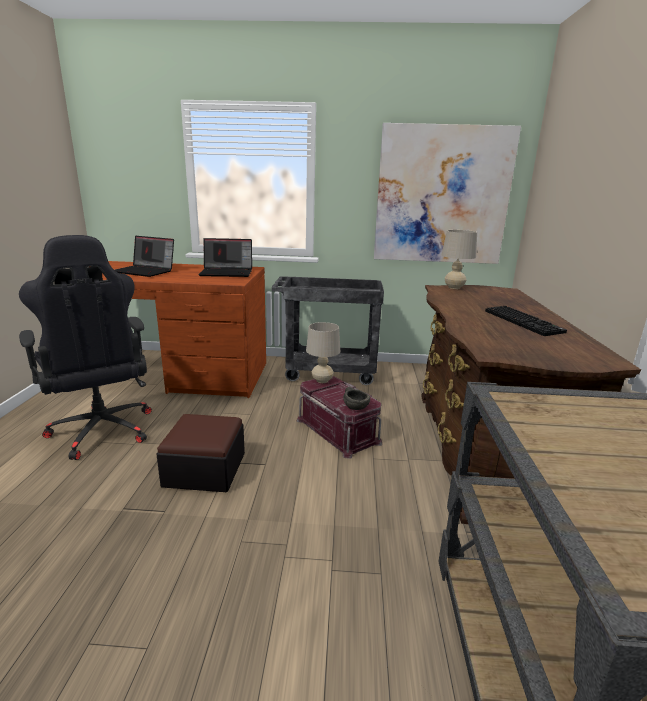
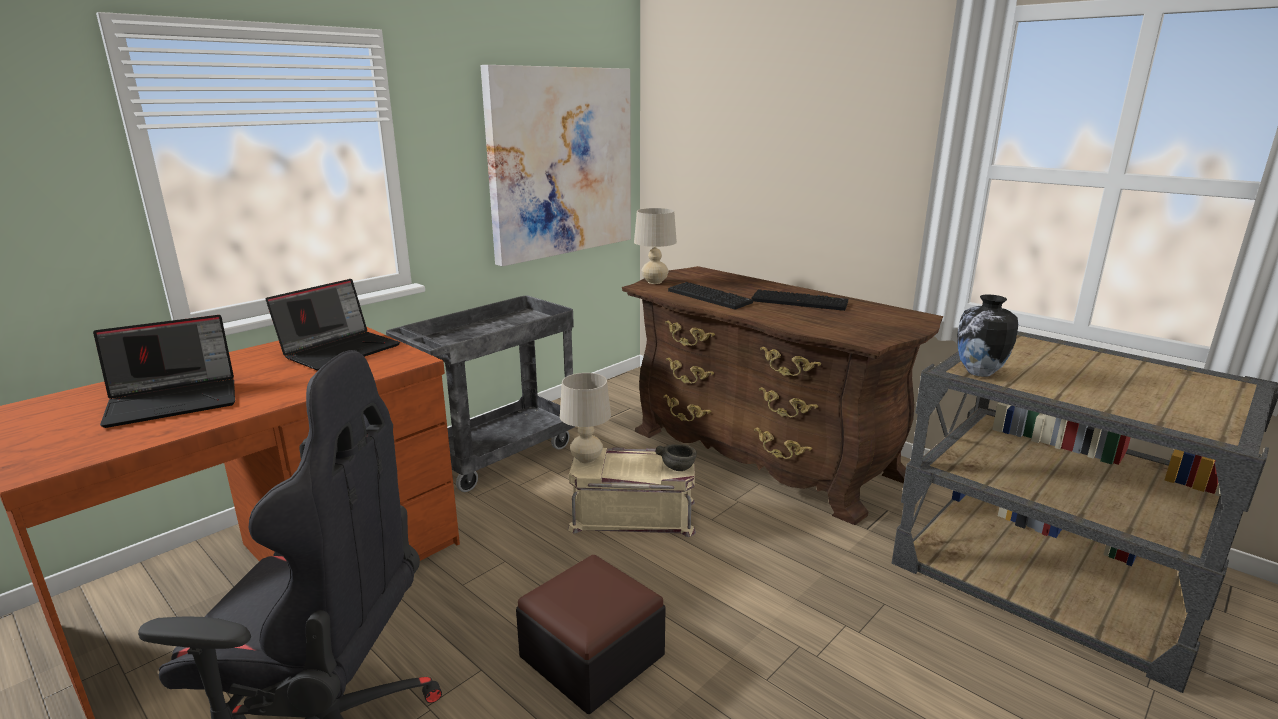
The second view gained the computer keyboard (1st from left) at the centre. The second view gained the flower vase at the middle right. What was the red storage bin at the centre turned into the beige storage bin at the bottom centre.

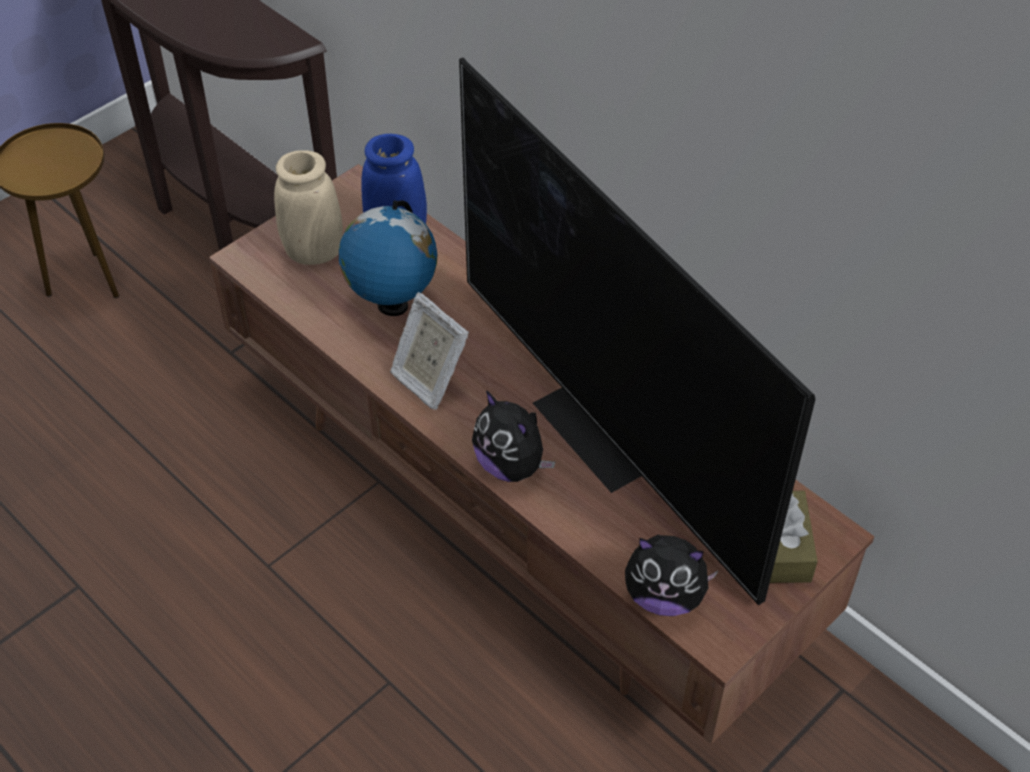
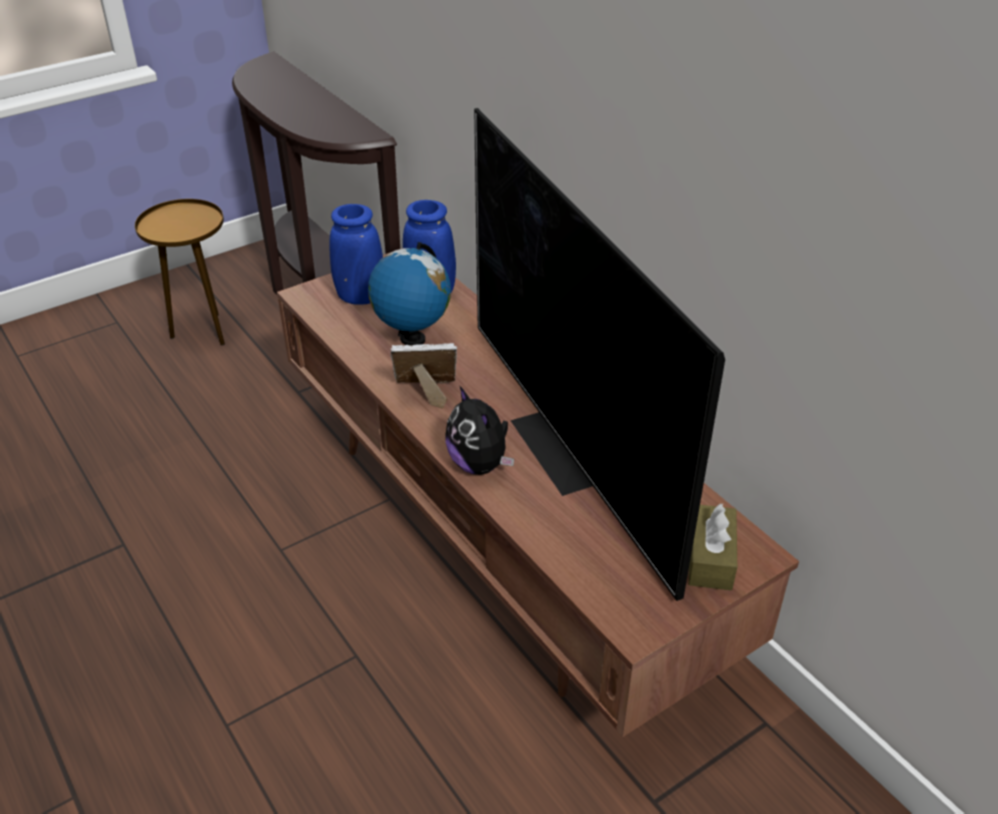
The second view lost the cuddly toy (2nd from left) at the bottom centre. What was the beige flower vase at the top left turned into the bluish flower vase (1st from left) at the top centre. The photo frame at the centre ended up facing another way, 120 degrees clockwise from before.

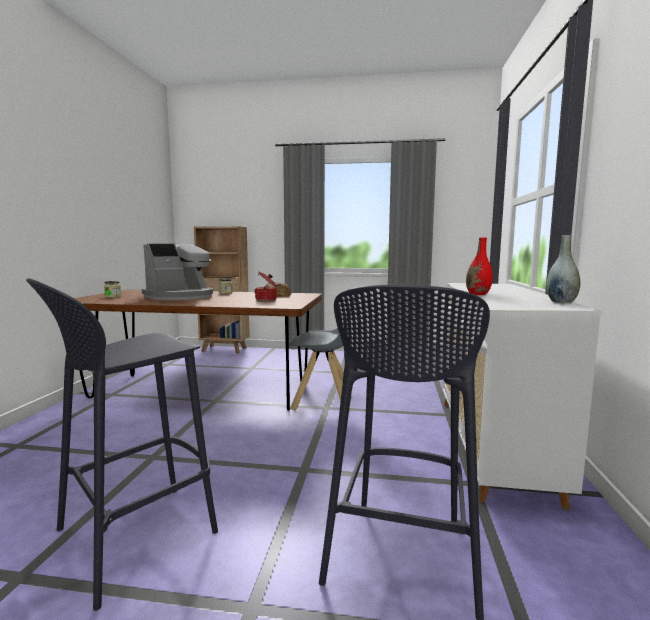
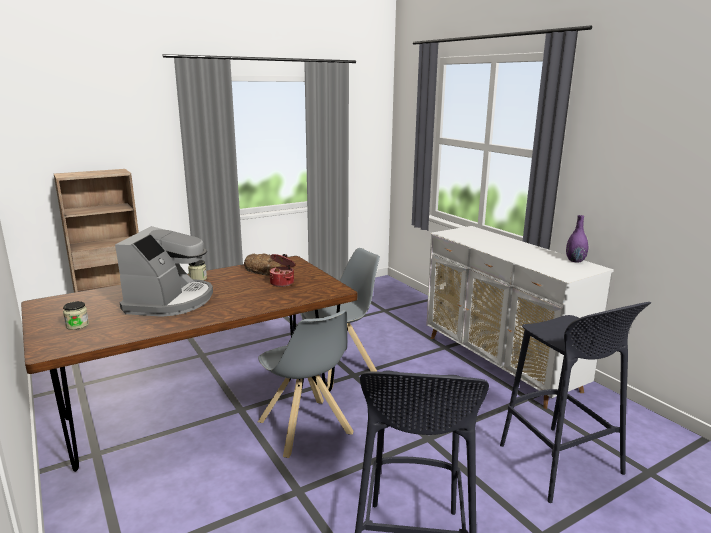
The second view lost the red flower vase at the middle right. The second view gained the greyish plain chair (1st from left) at the bottom centre. What was the greyish flower vase at the middle right turned into the purplish flower vase at the middle right.

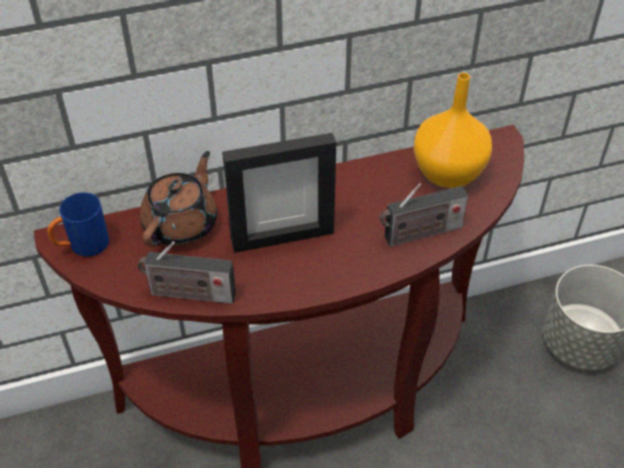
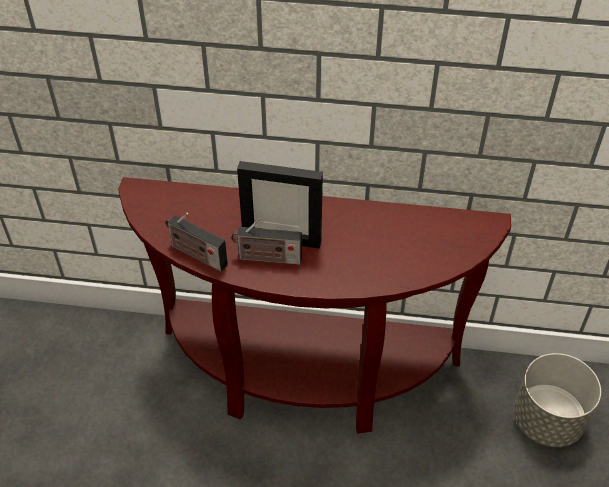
The second view lost the bluish mug at the middle left. The second view lost the brownish tea pot at the middle left. The second view lost the orangey flower vase at the top right. The radio (2nd from left) ended up elsewhere, having gone from the middle right to the centre.

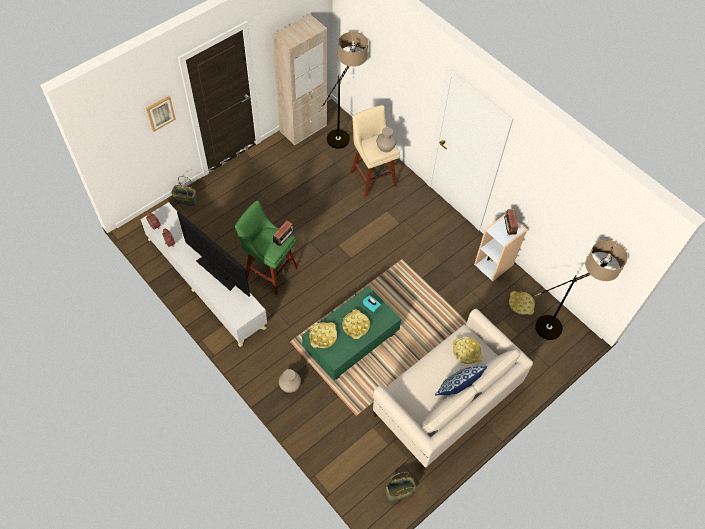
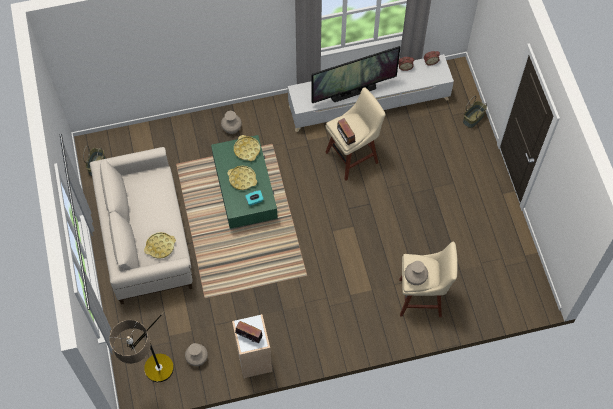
The second view lost the wall art at the top left. The second view lost the beige cupboard at the top centre. The second view lost the floor lamp (1st from left) at the top centre. The second view lost the cushion at the bottom centre. Where the yellow-coloured serving tray (4th from left) stood at the middle right, the beige flower vase (1st from left) came to stand at the bottom left. What was the green stool at the centre turned into the beige stool (1st from left) at the top centre.

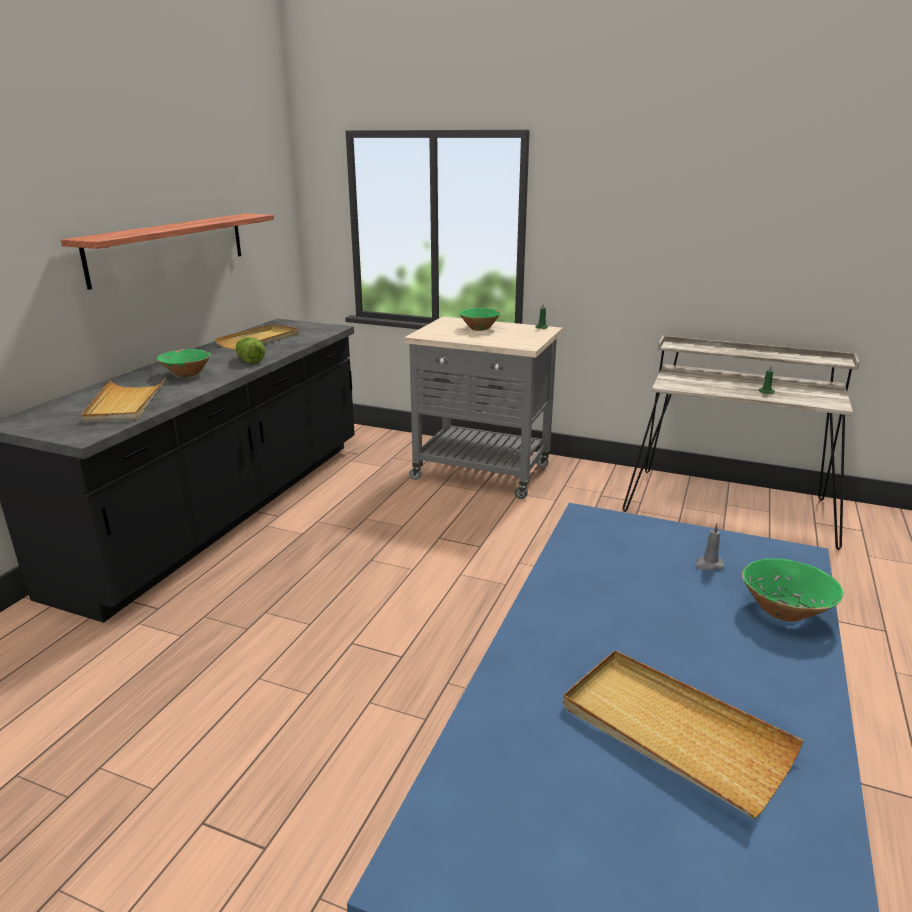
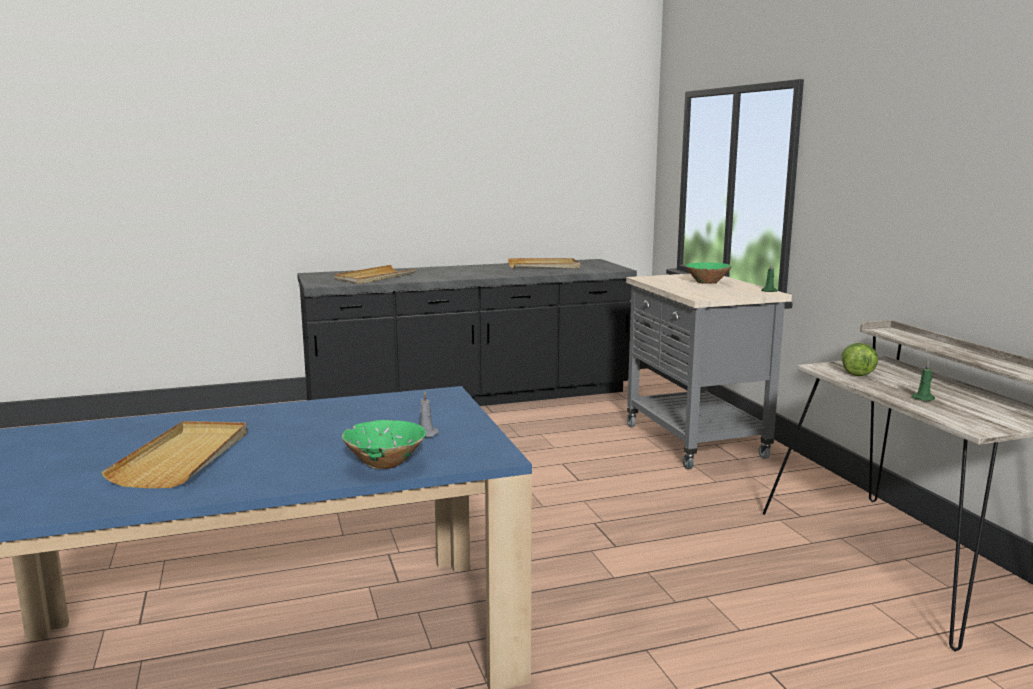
The second view lost the wall shelf at the top left. The second view lost the green bowl (1st from left) at the middle left. The lettuce ended up elsewhere, having gone from the middle left to the middle right.

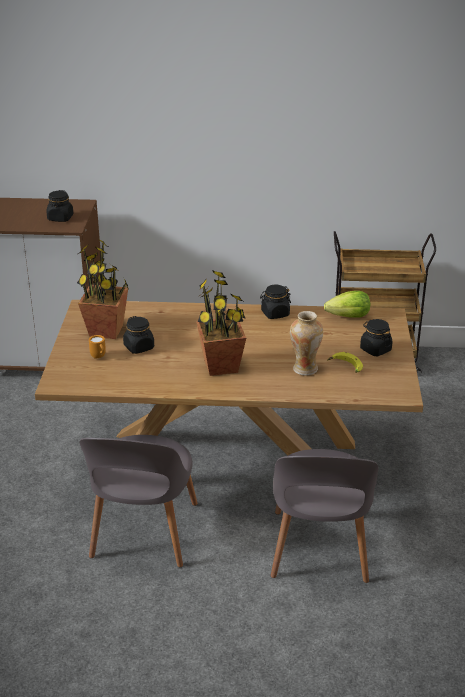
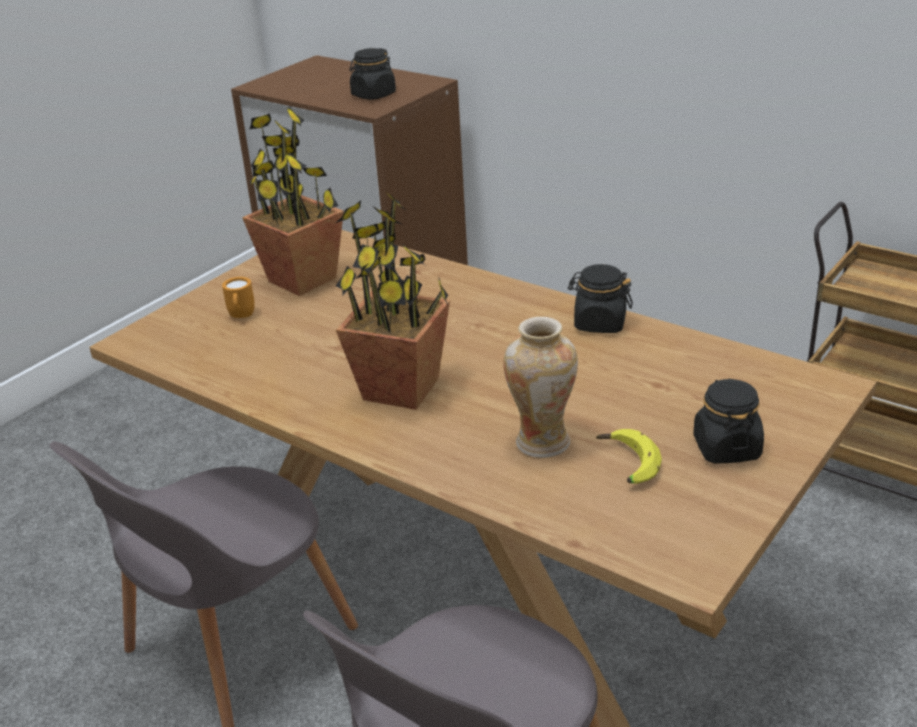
The second view lost the black-coloured storage jar (2nd from left) at the middle left. The second view lost the lettuce at the middle right.

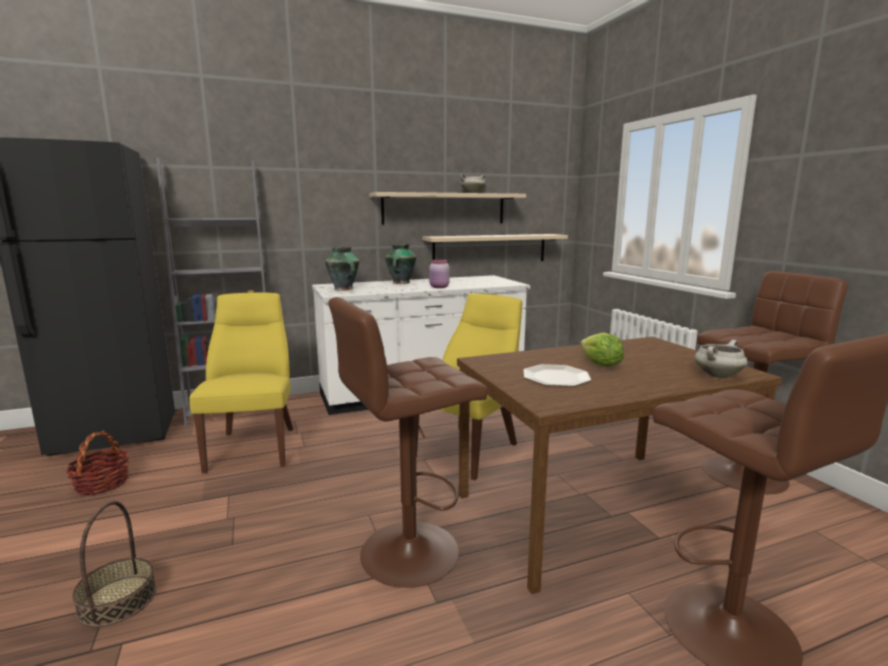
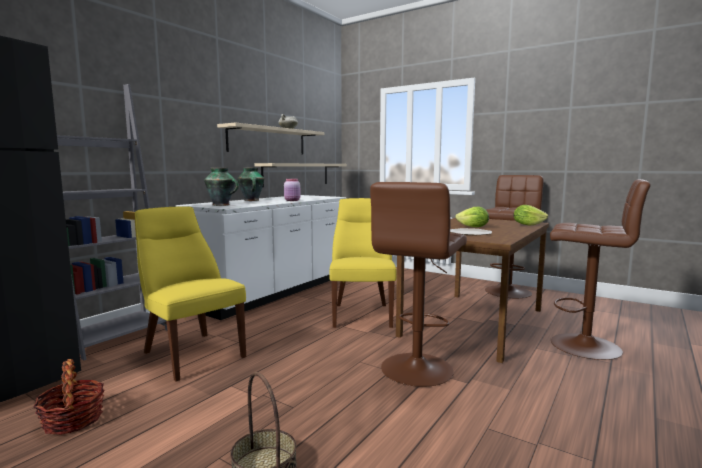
Where the white-coloured saucepot (2nd from left) stood at the middle right, the lettuce (2nd from left) came to stand at the middle right.

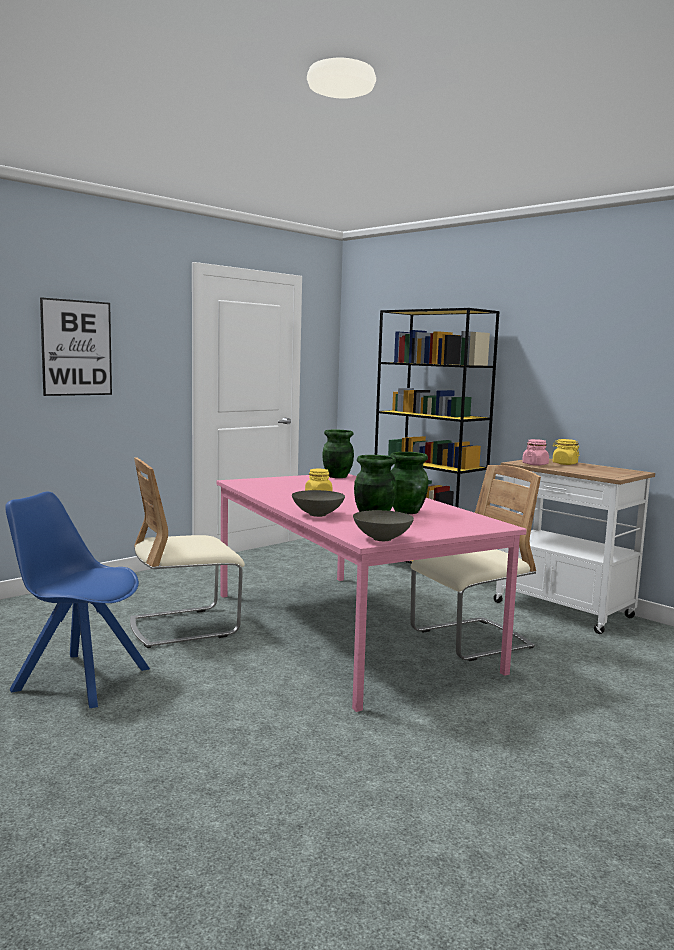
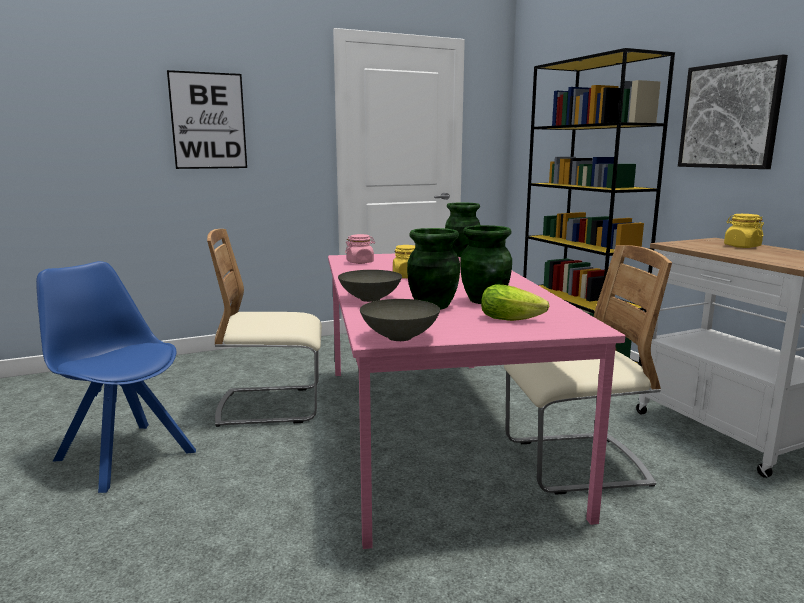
The second view gained the lettuce at the centre. The second view gained the wall art (2nd from left) at the top right. The pinkish storage jar ended up elsewhere, having gone from the middle right to the centre.

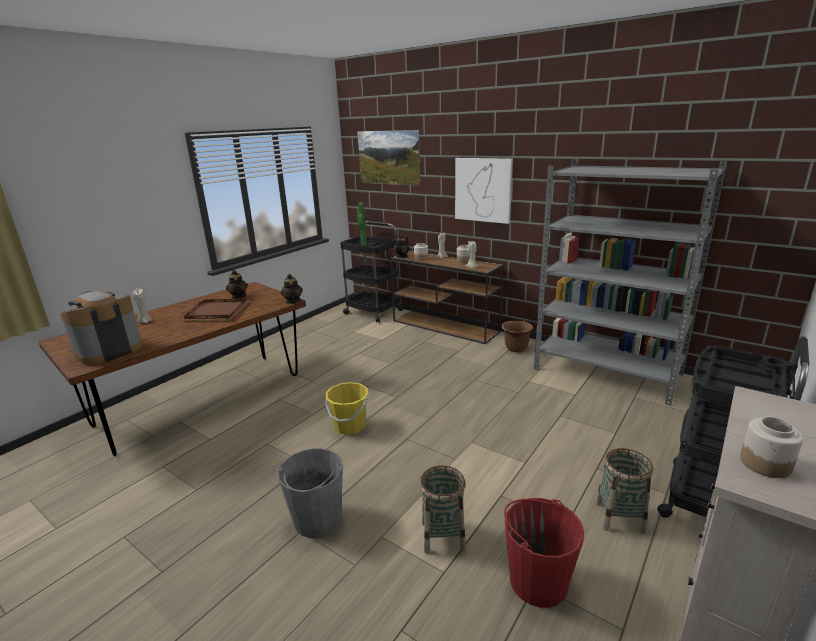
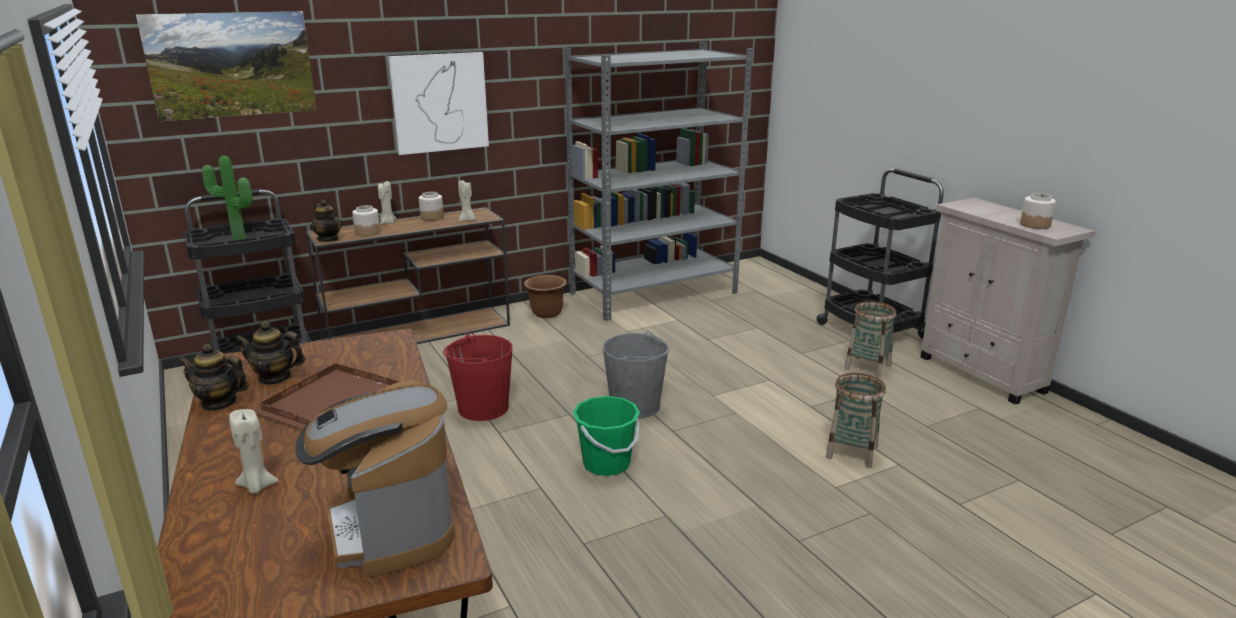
The greyish pail ended up elsewhere, having gone from the bottom centre to the centre. The tea pot (2nd from left in the first image) ended up elsewhere, having gone from the centre to the middle left. The red pail ended up elsewhere, having gone from the bottom right to the centre. What was the yellow-coloured pail at the centre turned into the green pail at the bottom centre.

